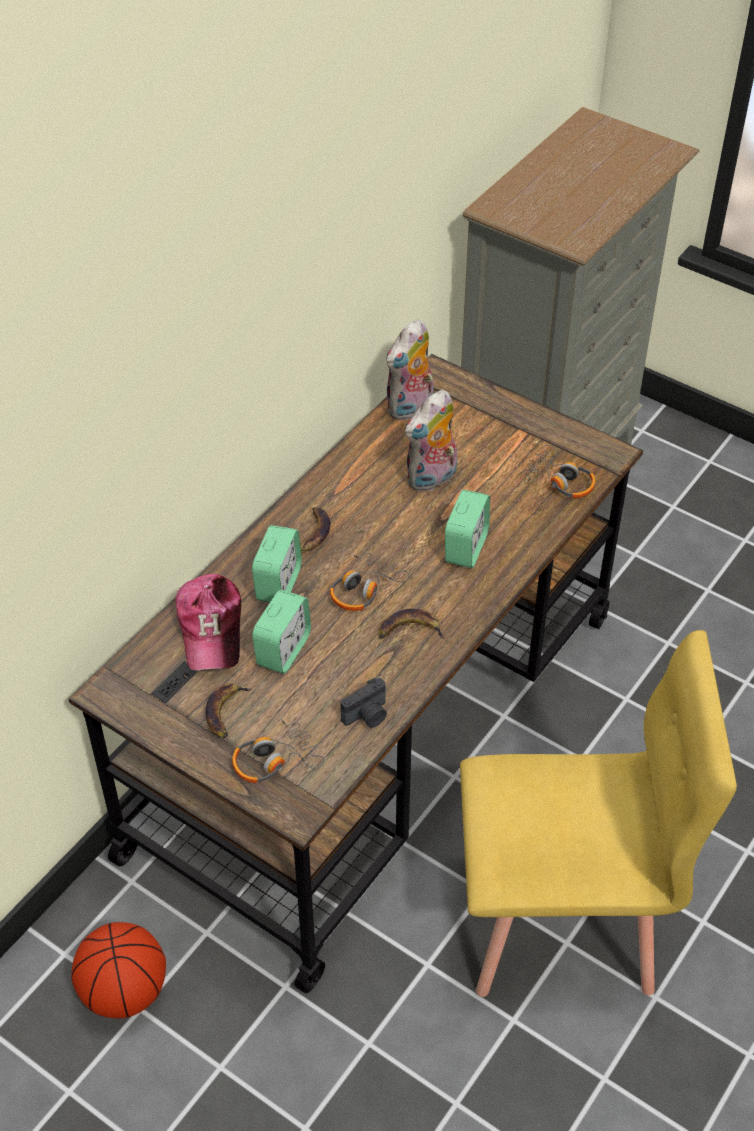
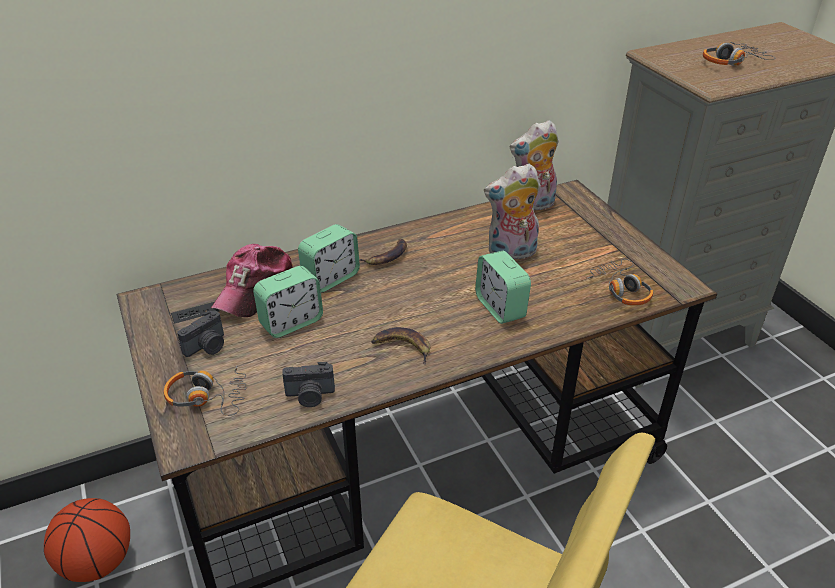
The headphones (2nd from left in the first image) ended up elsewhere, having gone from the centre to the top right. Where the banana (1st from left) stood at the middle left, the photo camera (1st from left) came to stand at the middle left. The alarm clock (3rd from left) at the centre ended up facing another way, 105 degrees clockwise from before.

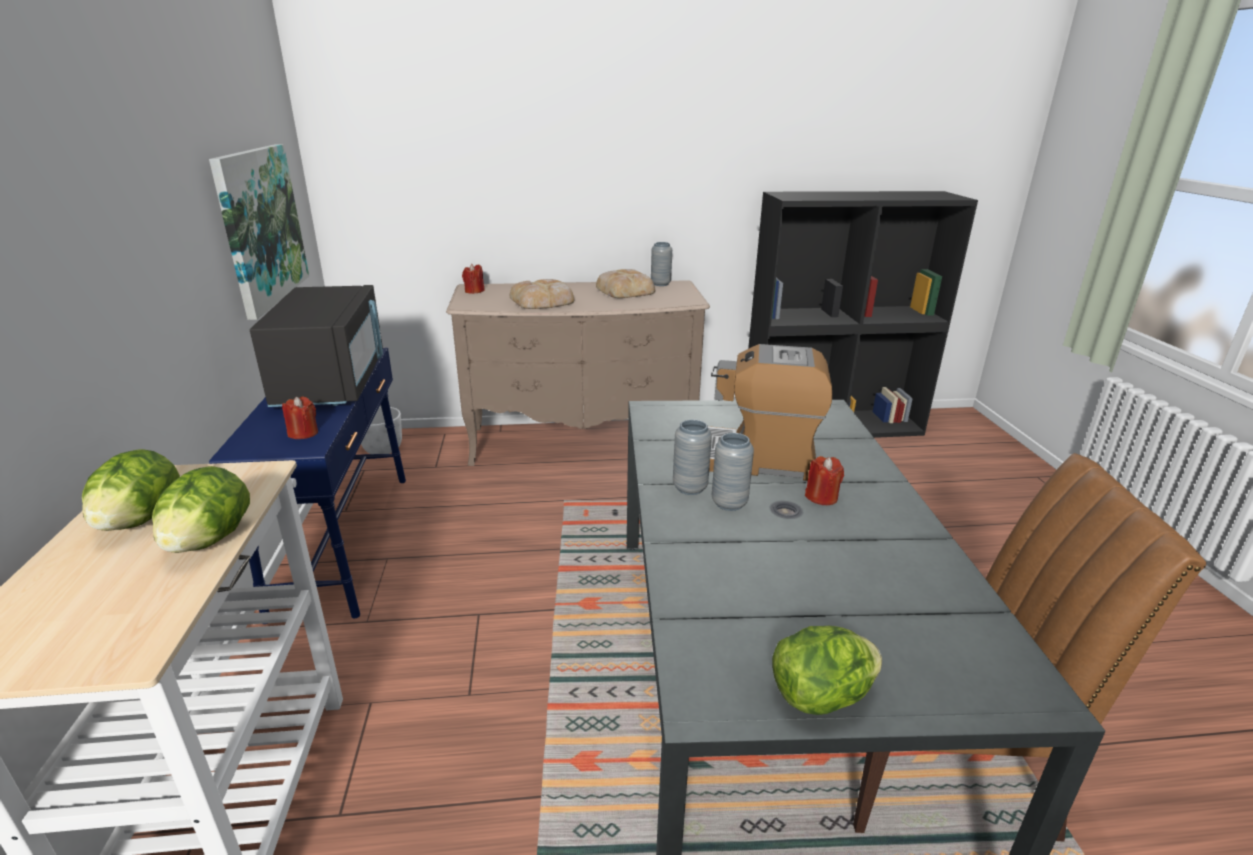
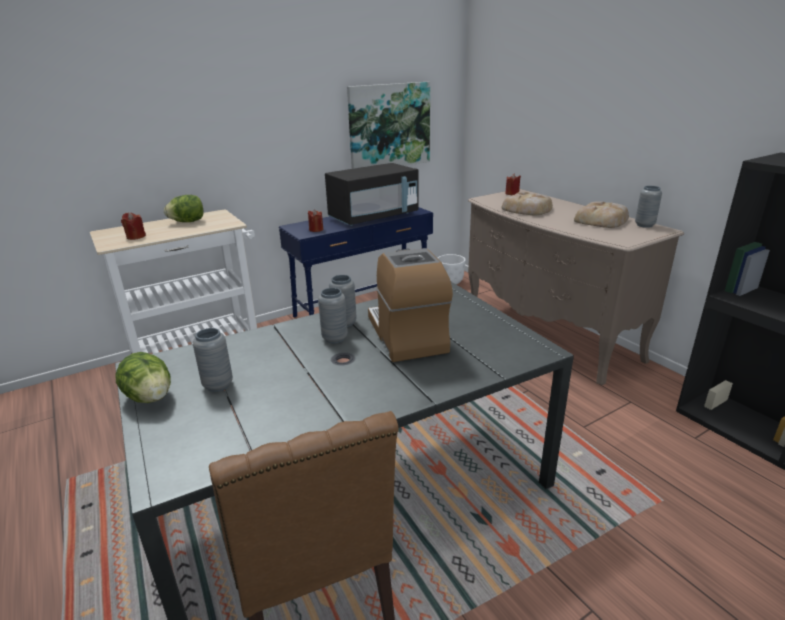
The second view lost the lettuce (2nd from left) at the middle left. The second view gained the greyish flower vase (1st from left) at the middle left. The red candle (3rd from left in the first image) ended up elsewhere, having gone from the centre to the middle left.

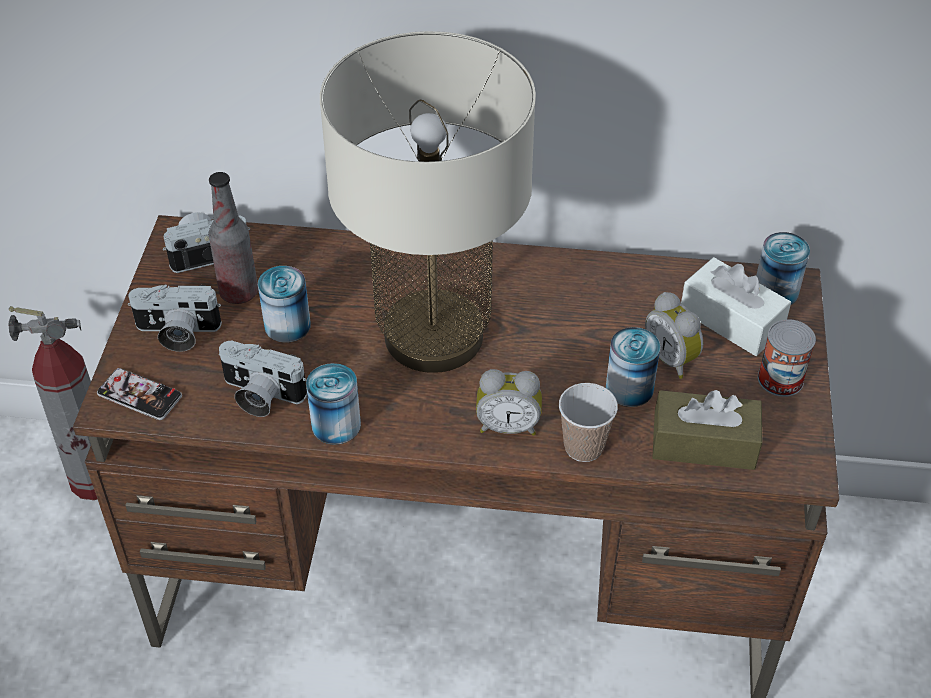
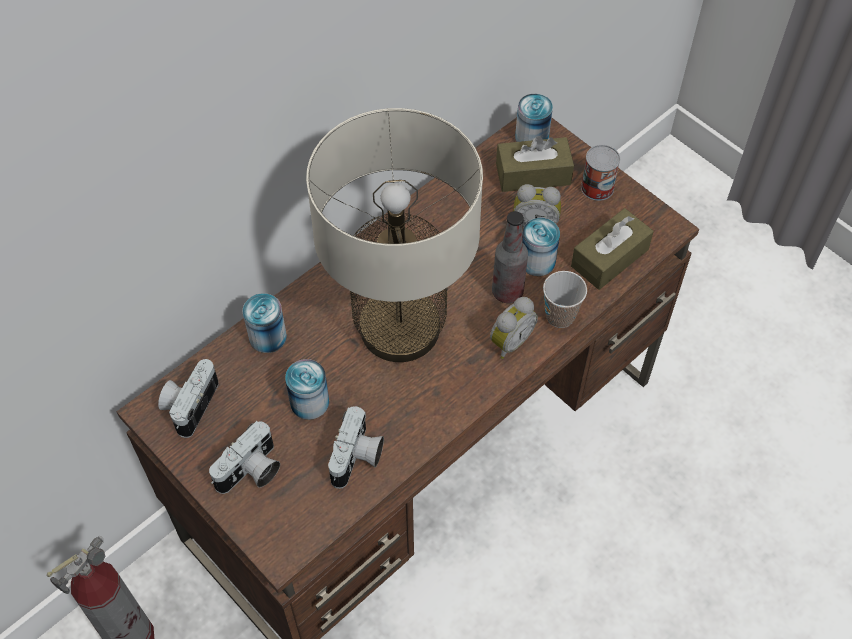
The second view lost the handset at the middle left. The bottle ended up elsewhere, having gone from the middle left to the centre. The sealed can (2nd from left in the first image) ended up elsewhere, having gone from the centre to the middle left. What was the white-coloured tissue holder at the middle right turned into the brownish tissue holder (1st from left) at the top centre. The photo camera (3rd from left) at the middle left ended up facing another way, 45 degrees counterclockwise from before.

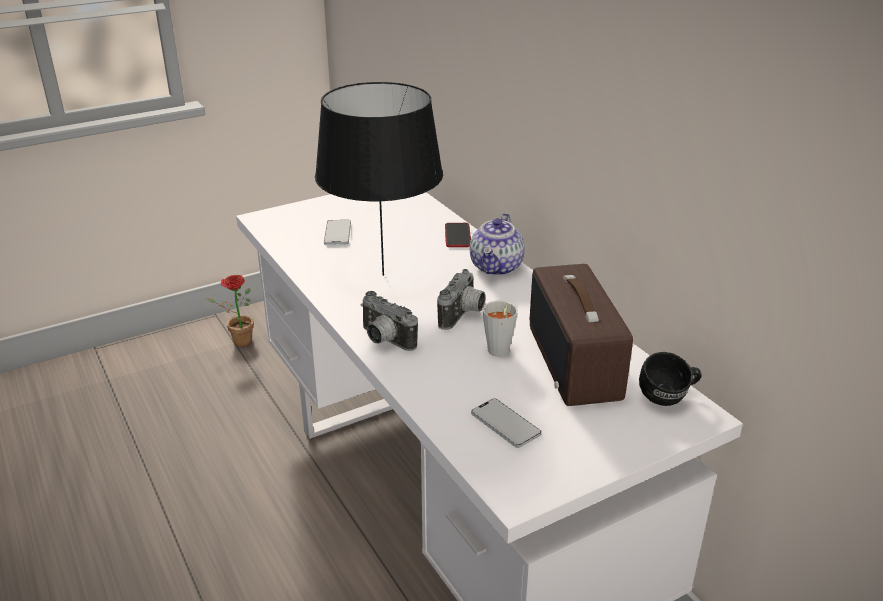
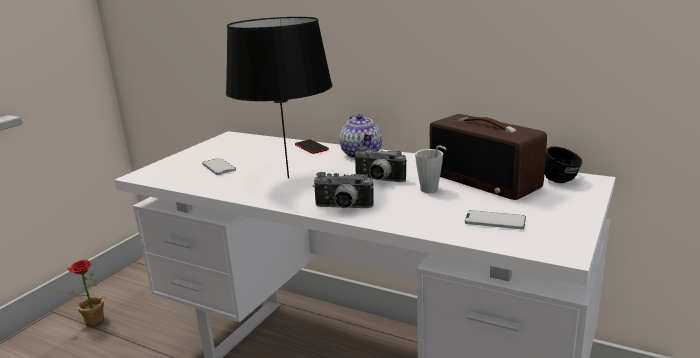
The photo camera (2nd from left) at the centre ended up facing another way, 120 degrees clockwise from before.

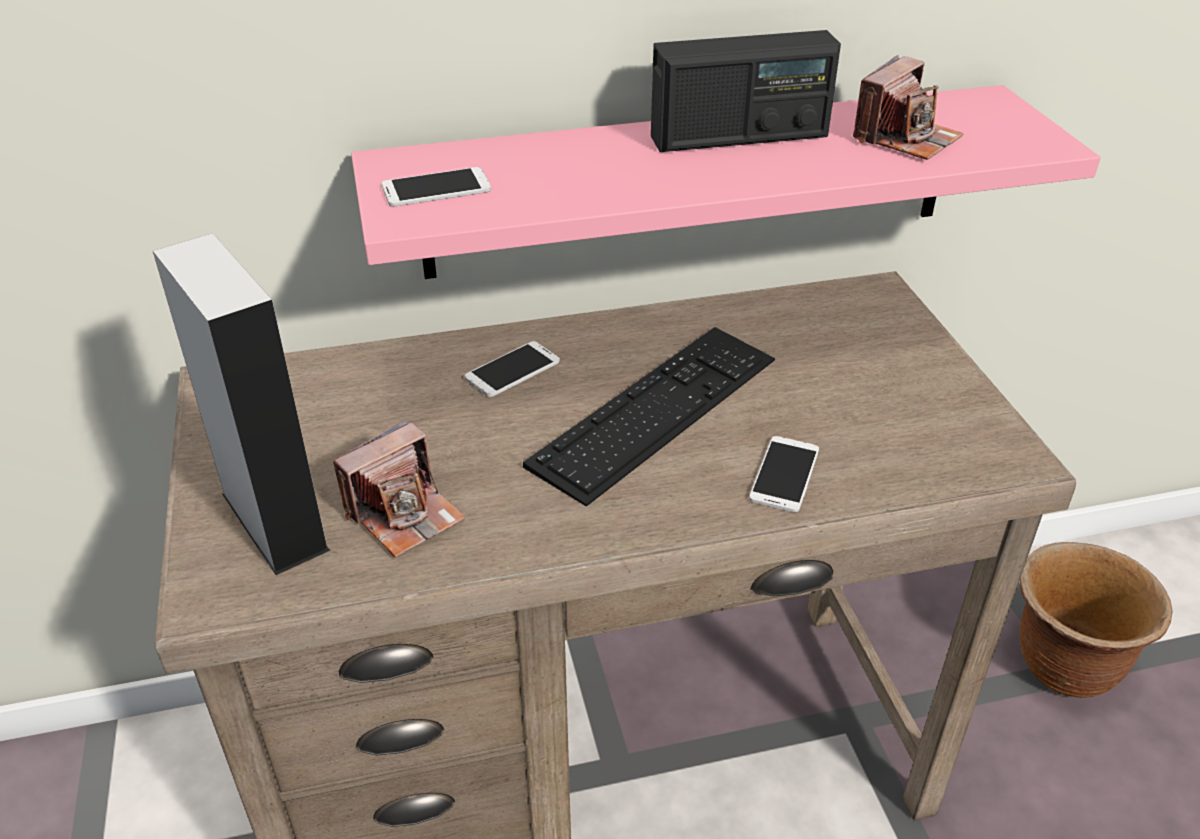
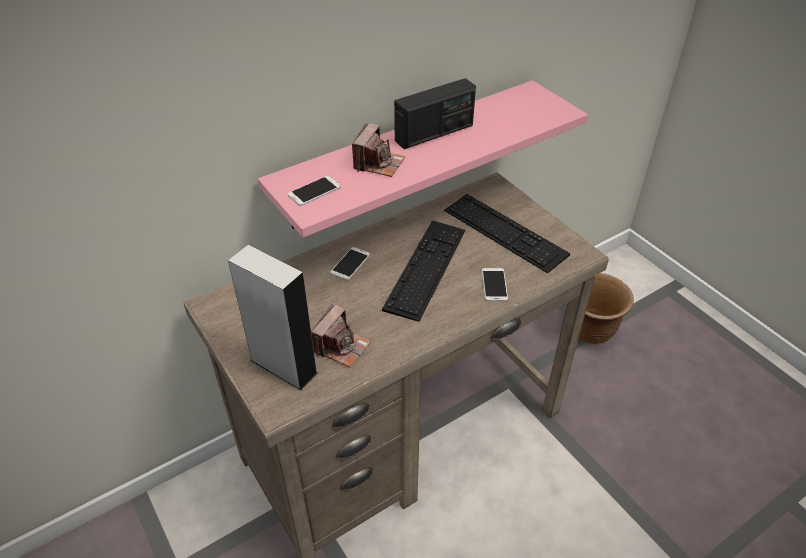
The second view gained the computer keyboard (2nd from left) at the centre. The photo camera (2nd from left) ended up elsewhere, having gone from the top right to the top centre.

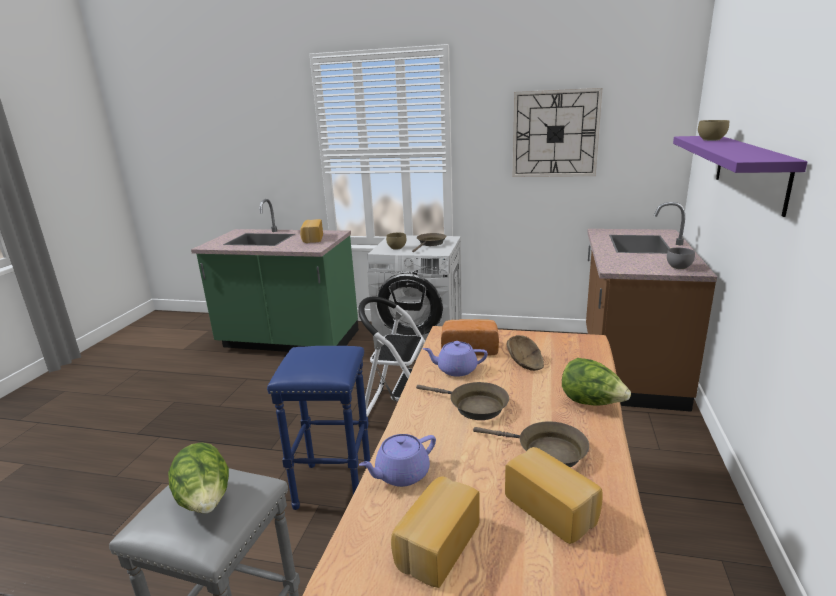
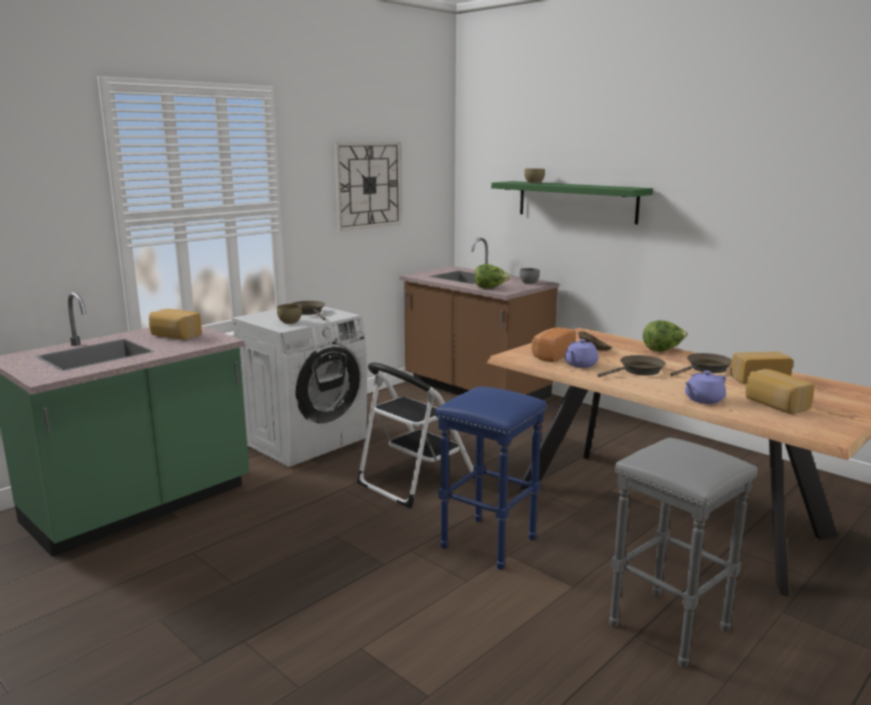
The lettuce (1st from left) ended up elsewhere, having gone from the bottom left to the centre. What was the purplish wall shelf at the top right turned into the green wall shelf at the top centre. The purplish tea pot (1st from left in the first image) at the bottom centre ended up facing another way, 60 degrees clockwise from before.

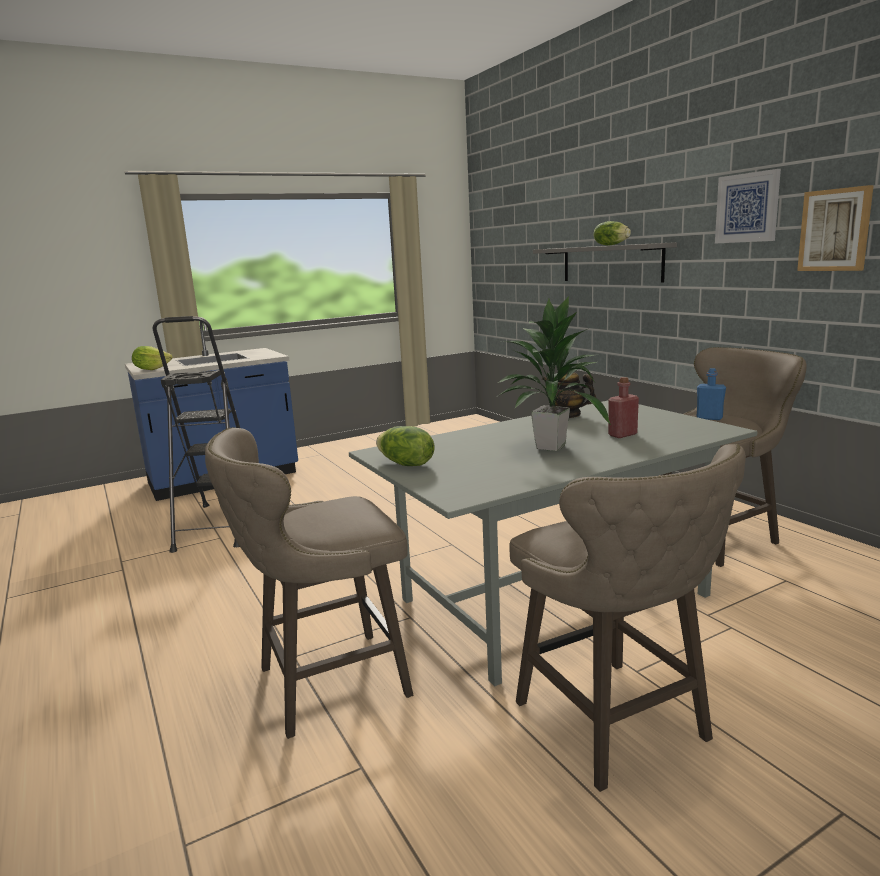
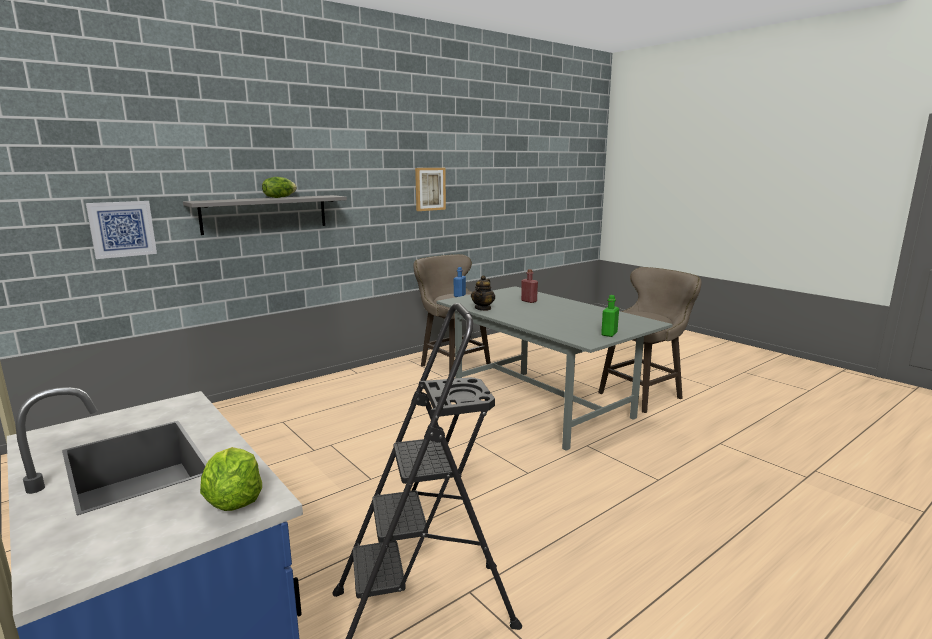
The second view lost the beige stool (1st from left) at the centre. The second view lost the plant in a pot at the centre. The wall art (1st from left) ended up elsewhere, having gone from the top right to the middle left. Where the lettuce (2nd from left) stood at the centre, the green bottle came to stand at the centre.

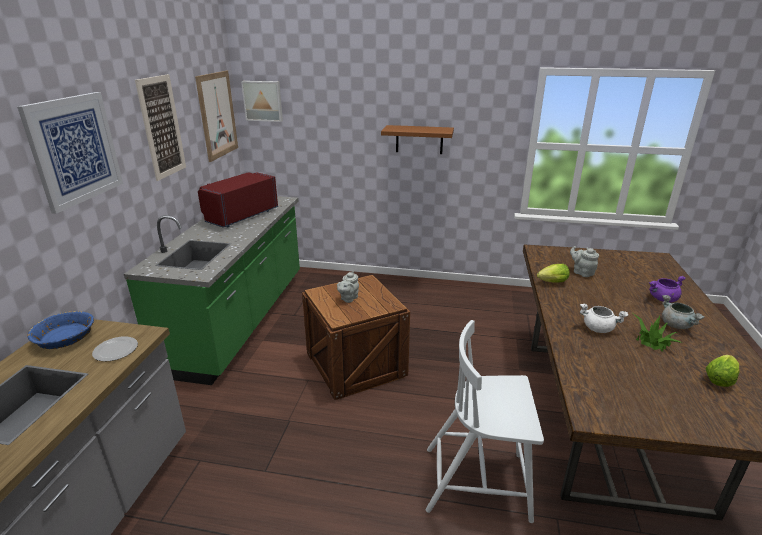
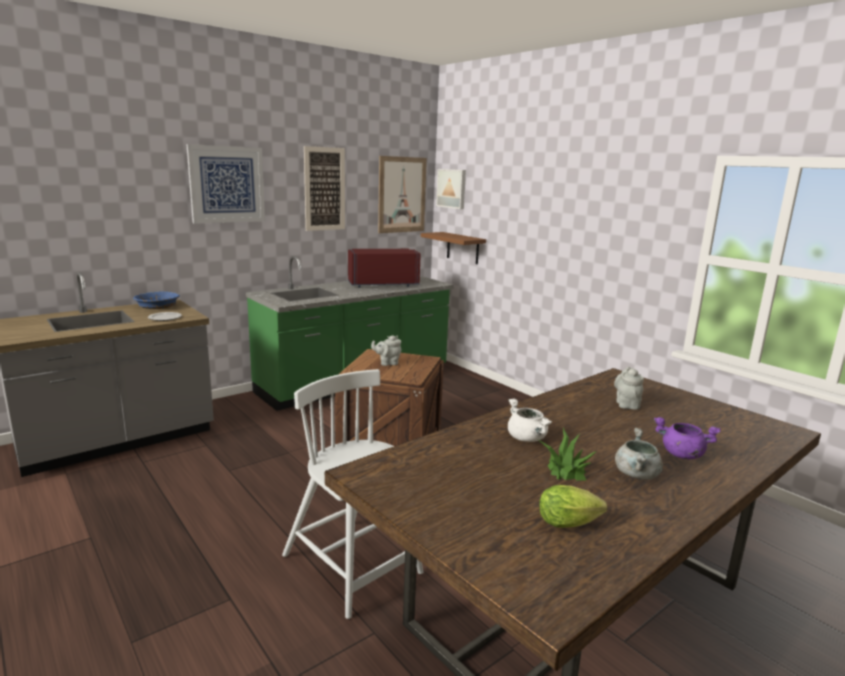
The second view lost the lettuce (1st from left) at the middle right. The brownish wall shelf ended up elsewhere, having gone from the top centre to the centre.

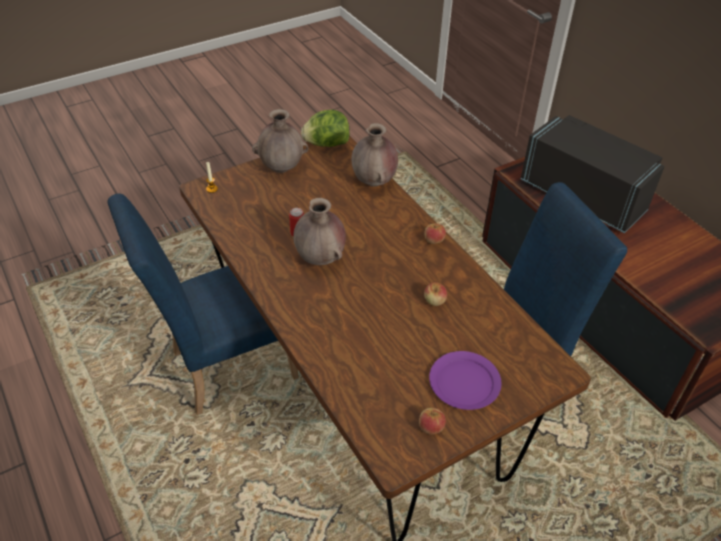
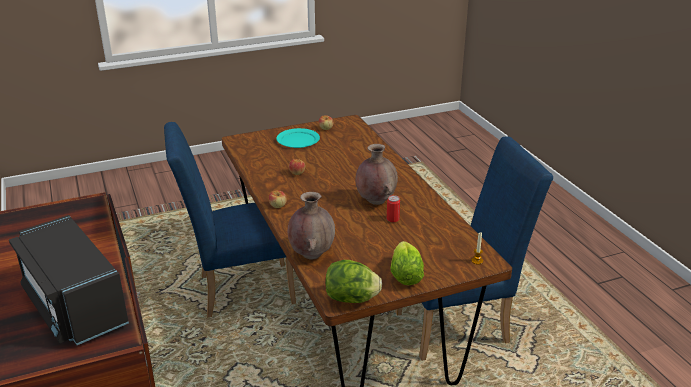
Where the brownish flower vase (1st from left) stood at the top centre, the lettuce (2nd from left) came to stand at the bottom centre. What was the purplish flat dish at the bottom centre turned into the turquoise-coloured flat dish at the centre.

